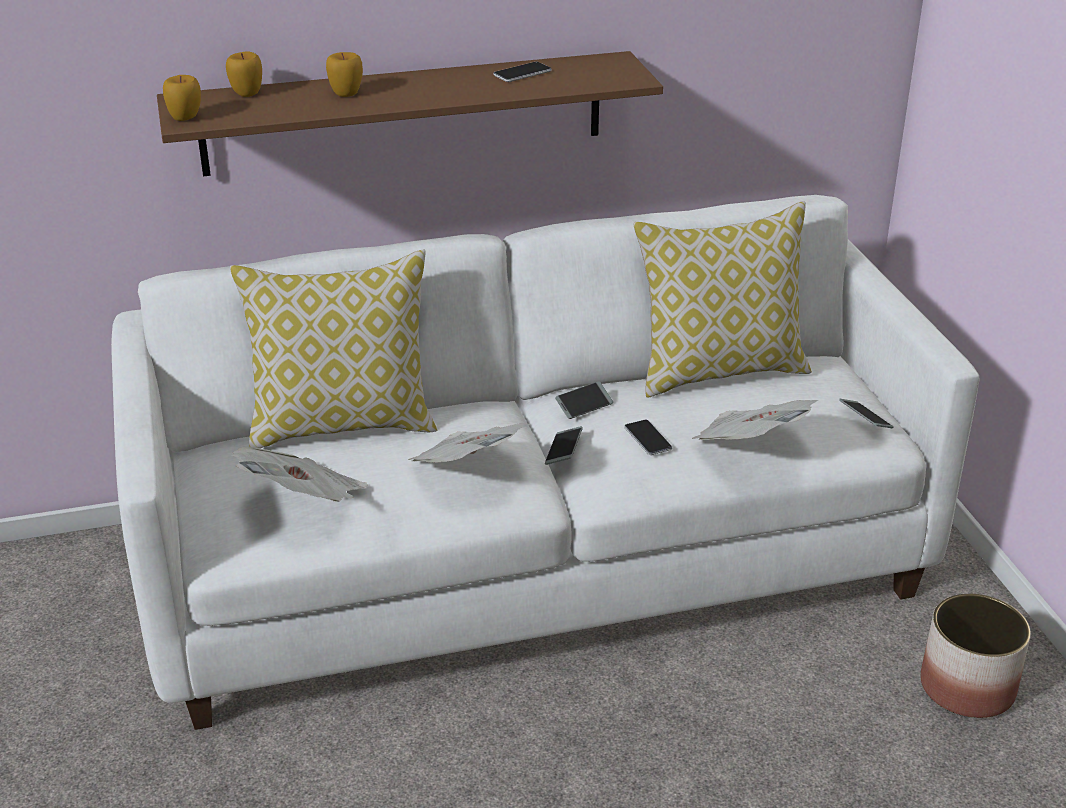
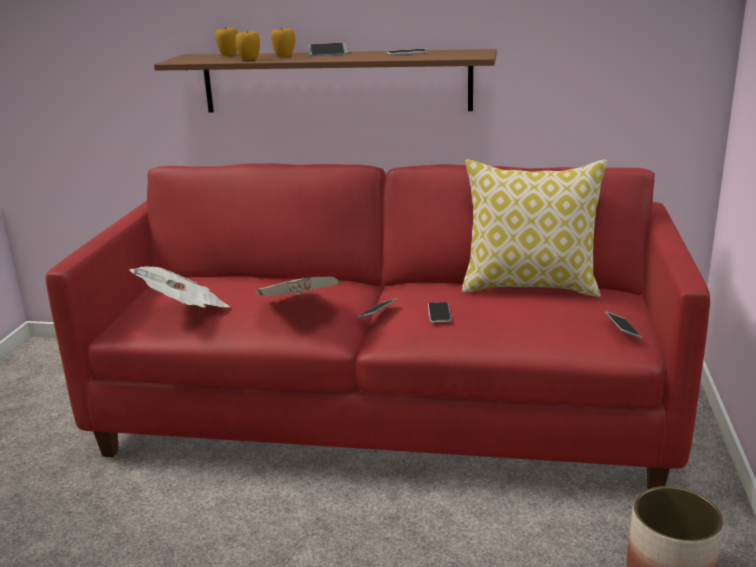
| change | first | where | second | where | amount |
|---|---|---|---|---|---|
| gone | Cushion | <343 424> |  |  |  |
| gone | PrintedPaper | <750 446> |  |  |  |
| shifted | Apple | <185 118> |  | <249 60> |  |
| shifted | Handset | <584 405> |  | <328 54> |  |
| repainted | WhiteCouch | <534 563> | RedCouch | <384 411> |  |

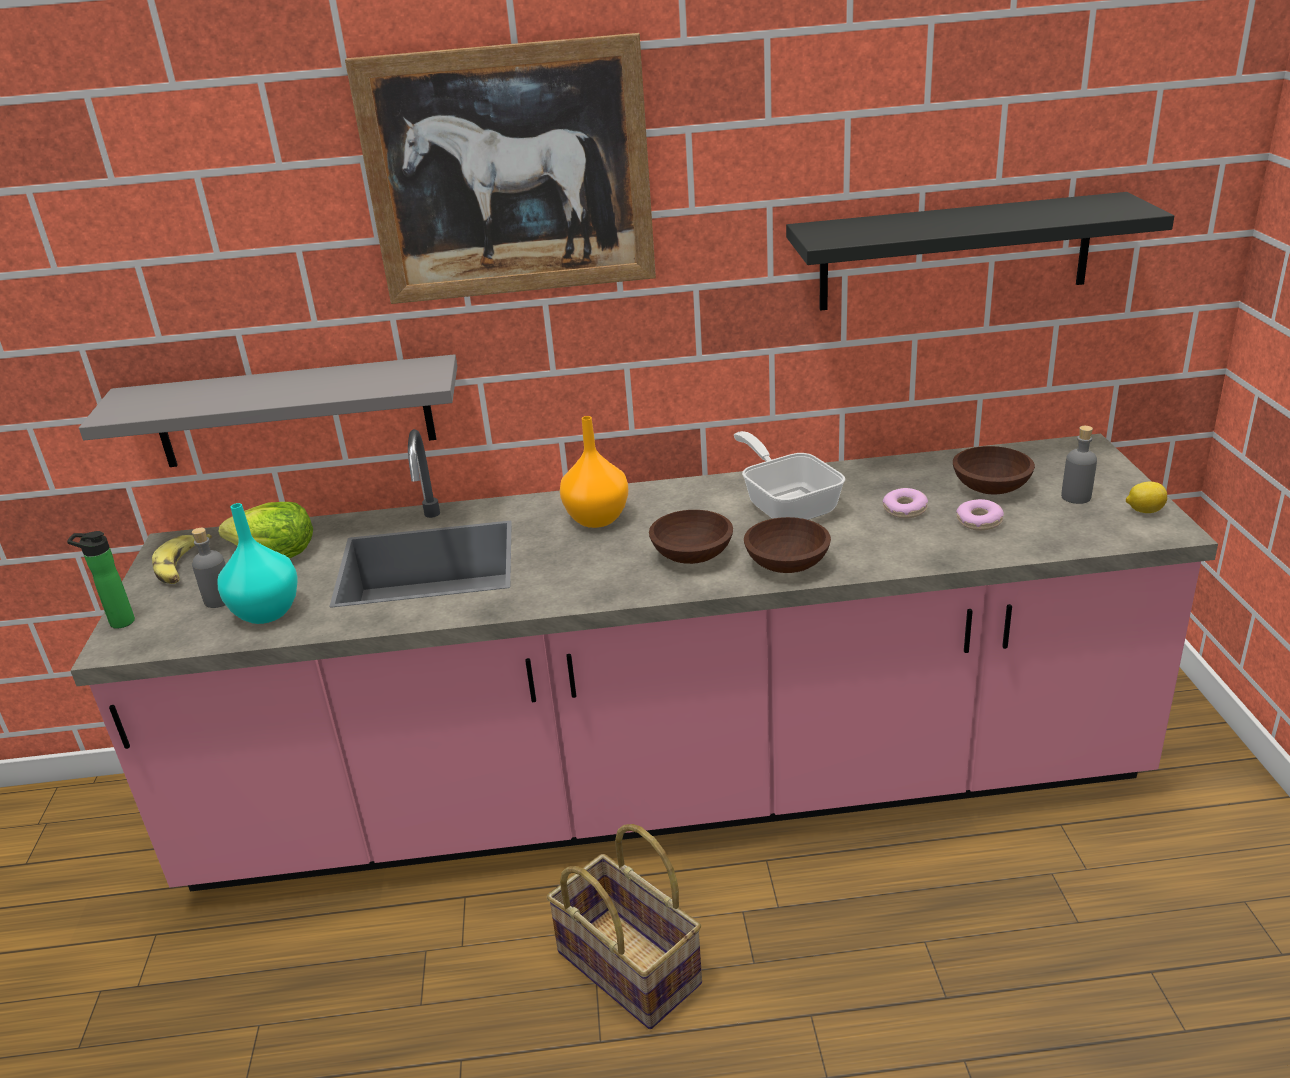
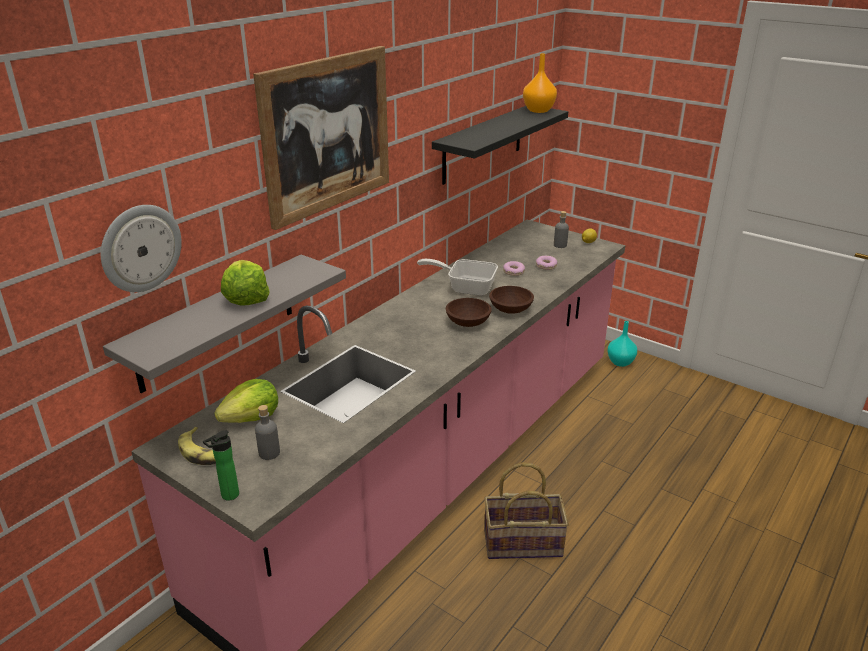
| change | first | where | second | where | amount |
|---|---|---|---|---|---|
| gone | BrownColouredBowl | <992 487> |  |  |  |
| new |  |  | ClockOnTheWall | <140 248> |  |
| new |  |  | Lettuce | <246 298> |  |
| shifted | TurquoiseColouredDecorativeVase | <266 613> |  | <621 362> |  |
| shifted | OrangeDecorativeVase | <595 519> |  | <538 110> |  |

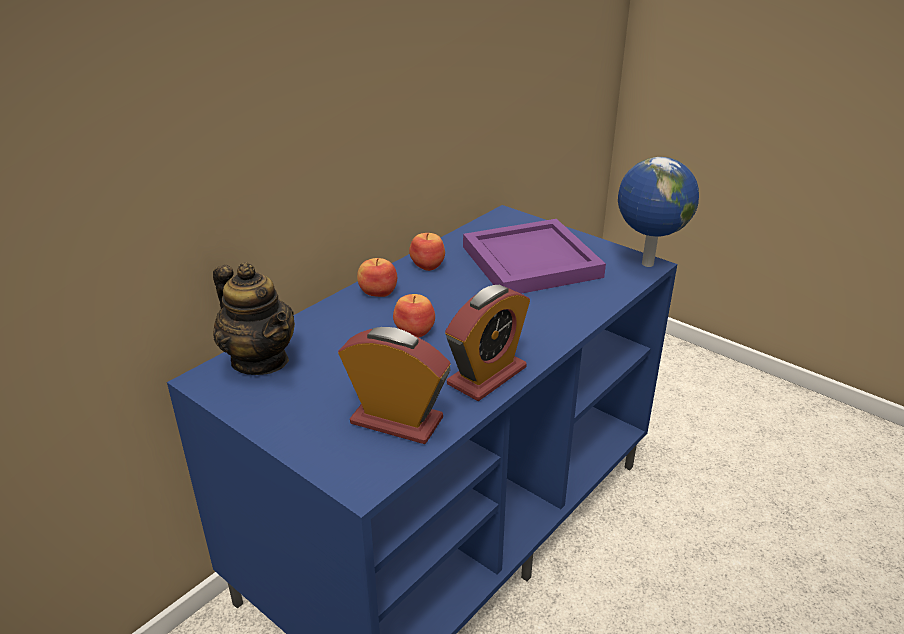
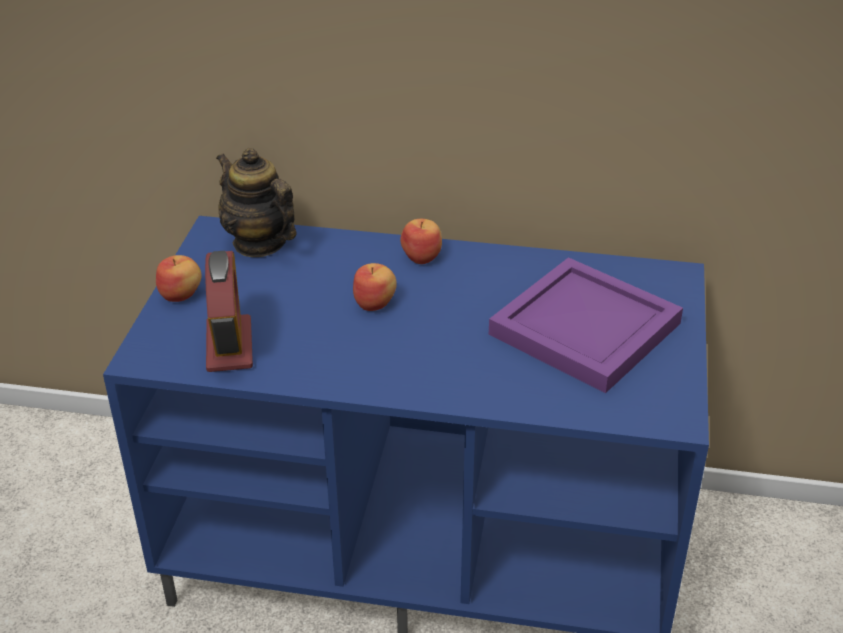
| change | first | where | second | where | amount |
|---|---|---|---|---|---|
| gone | TableClock | <487 376> |  |  |  |
| gone | WorldGlobe | <646 264> |  |  |  |
| shifted | Apple | <428 265> |  | <181 294> |  |
| rotated | Teapot | <260 360> |  | <259 243> | 120 degrees clockwise |

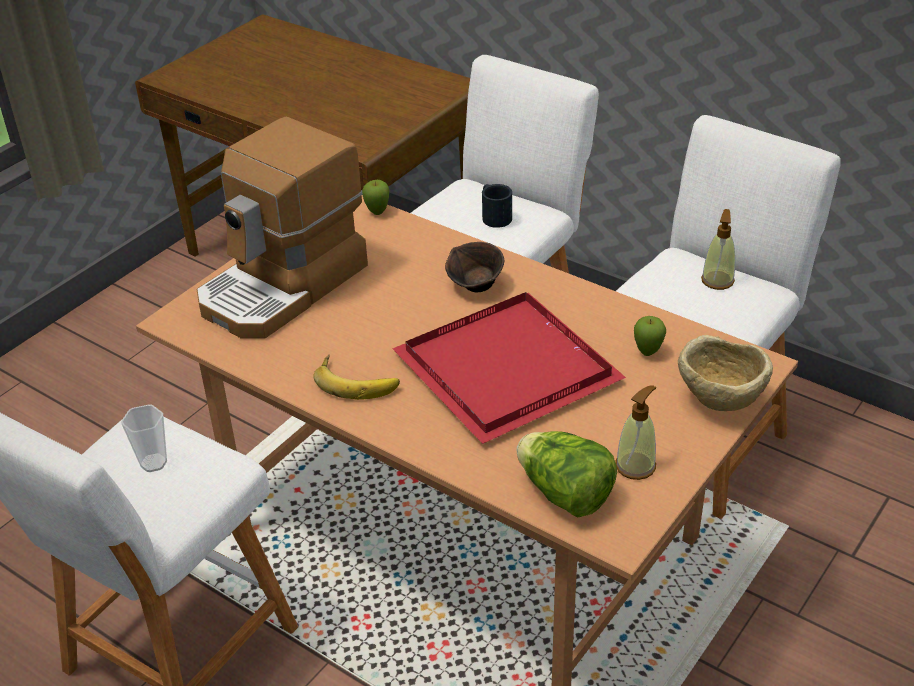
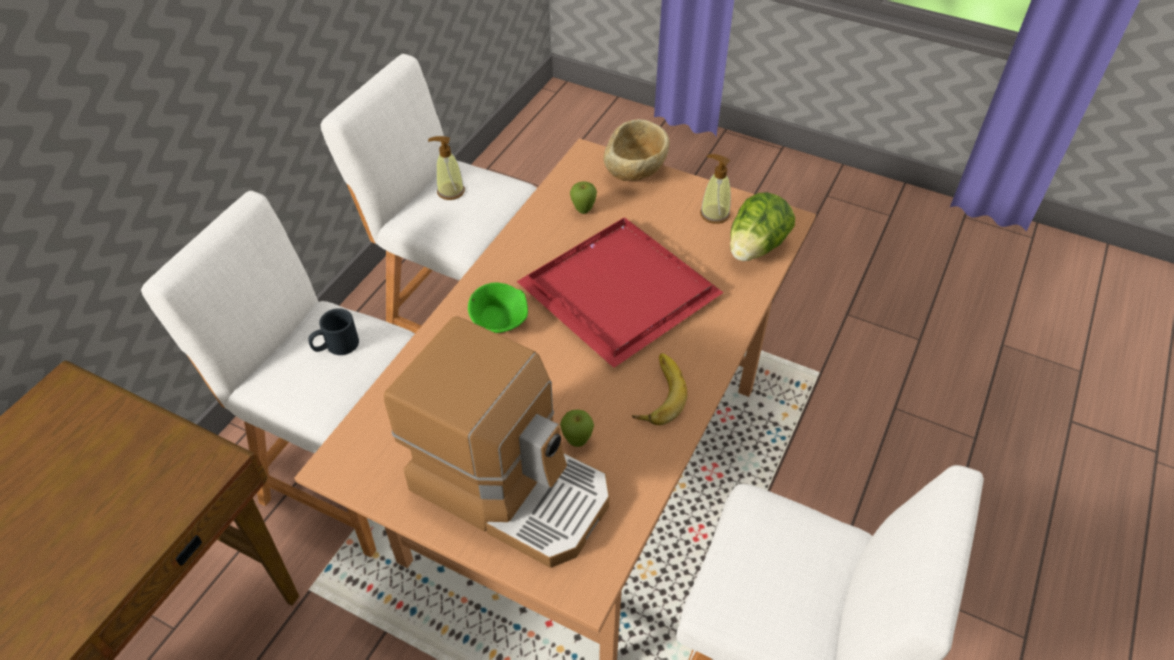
| change | first | where | second | where | amount |
|---|---|---|---|---|---|
| gone | DrinkingCup | <153 463> |  |  |  |
| shifted | Apple | <377 212> |  | <577 442> |  |
| repainted | BrownColouredBowl | <476 286> | GreenColouredBowl | <500 324> |  |

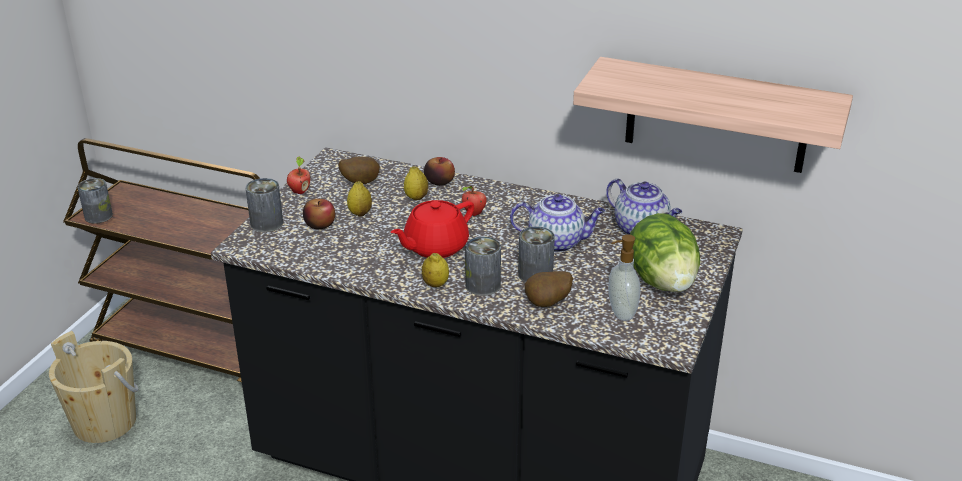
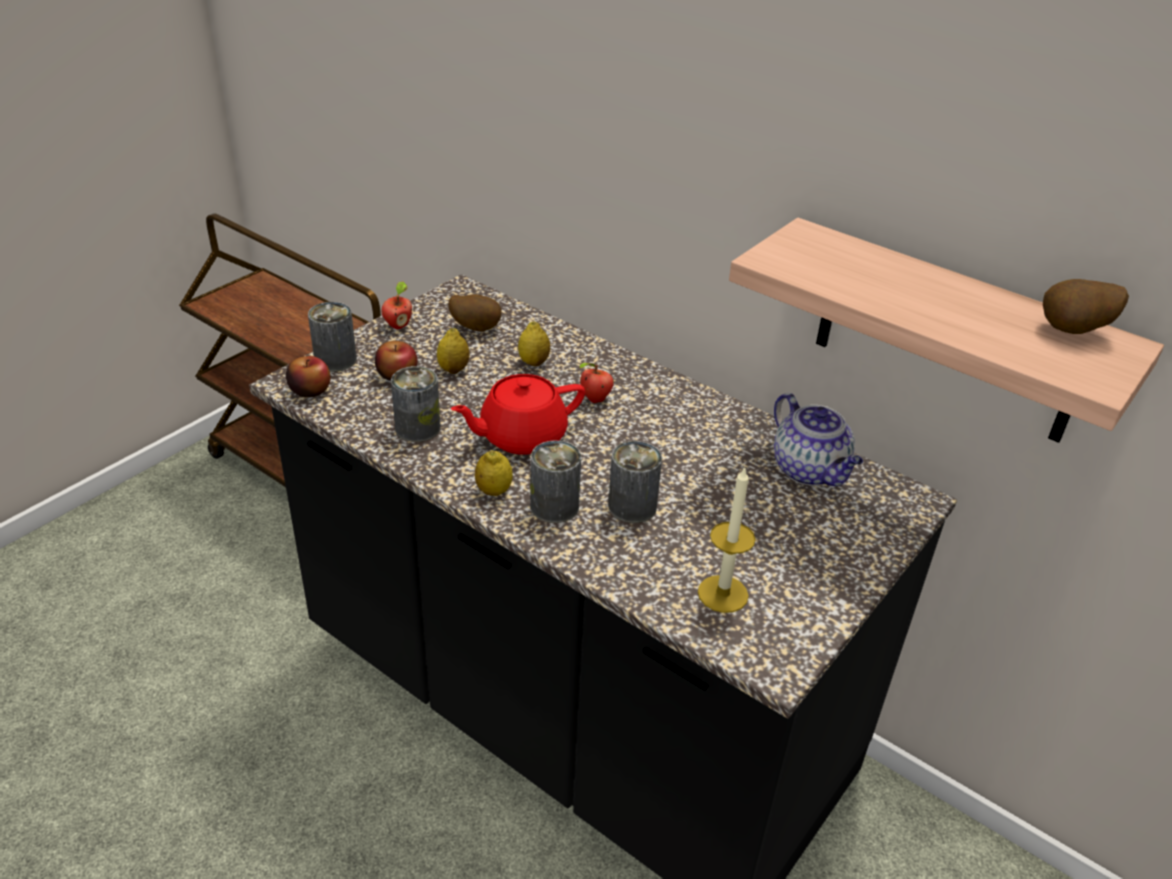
| change | first | where | second | where | amount |
|---|---|---|---|---|---|
| gone | BeigeColouredWaterBucket | <104 422> |  |  |  |
| gone | Teapot | <557 242> |  |  |  |
| gone | Lettuce | <662 282> |  |  |  |
| shifted | SealedCan | <98 216> |  | <417 428> |  |
| shifted | Apple | <439 181> |  | <310 390> |  |
| shifted | Spud | <548 304> |  | <1074 332> |  |
| swapped | LiquidSoapBottle | <620 312> | Candle | <723 594> |  |

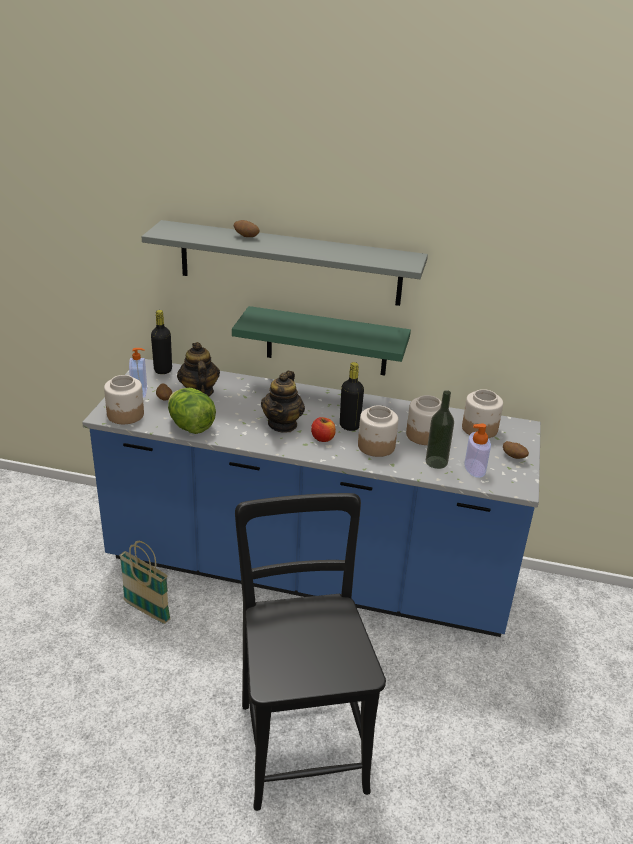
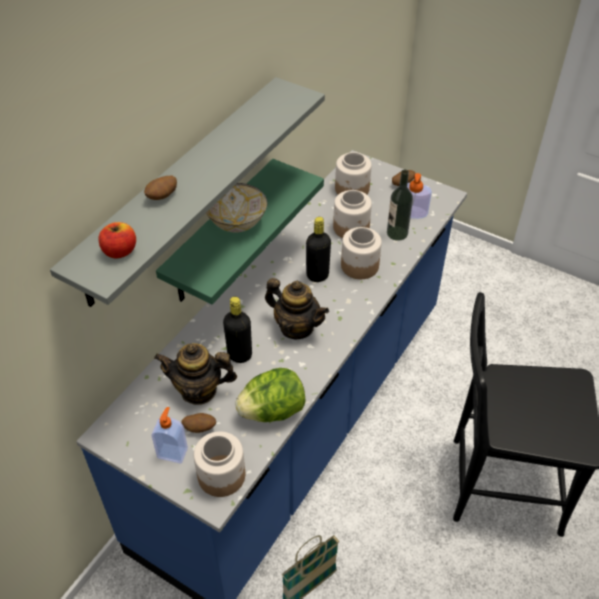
| change | first | where | second | where | amount |
|---|---|---|---|---|---|
| new |  |  | Bowl | <237 222> |  |
| shifted | BlackColouredDrinkBottle | <163 370> |  | <239 355> |  |
| shifted | Apple | <323 438> |  | <120 251> |  |

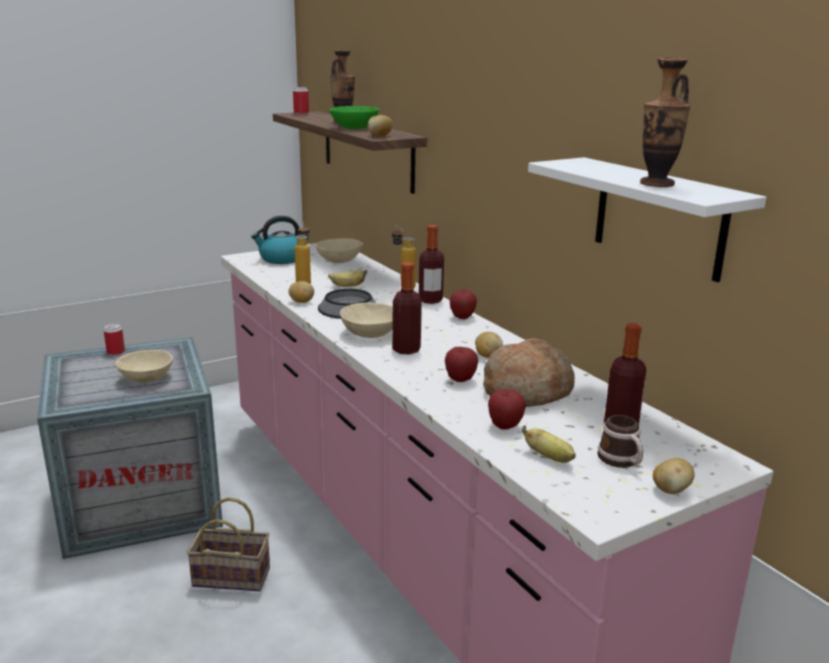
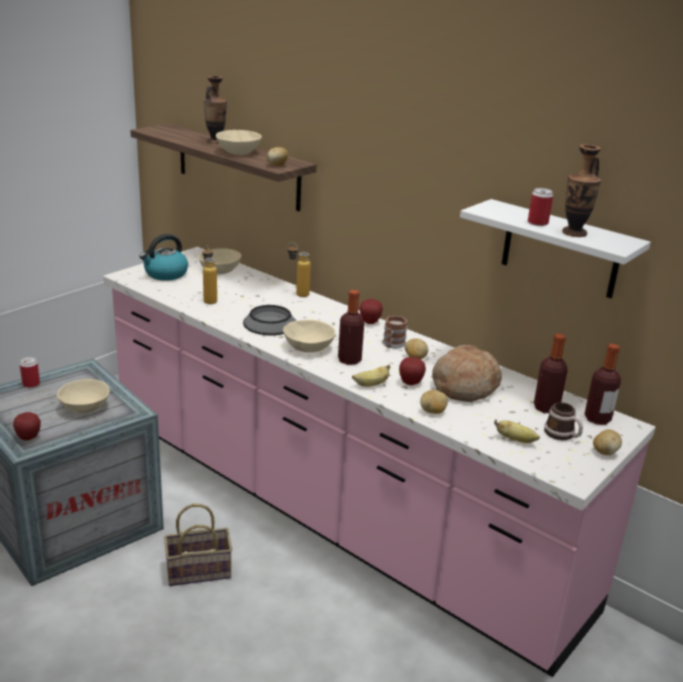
| change | first | where | second | where | amount |
|---|---|---|---|---|---|
| new |  |  | CoffeeMug | <392 345> |  |
| shifted | Spud | <301 302> |  | <432 412> |  |
| shifted | SealedCan | <301 113> |  | <537 223> |  |
| shifted | BananaFruit | <347 286> |  | <371 385> |  |
| shifted | DrinkBottle | <430 300> |  | <597 419> |  |
| shifted | Apple | <505 426> |  | <28 438> |  |
| repainted | GreenColouredBowl | <355 127> | BeigeColouredBowl | <239 152> |  |

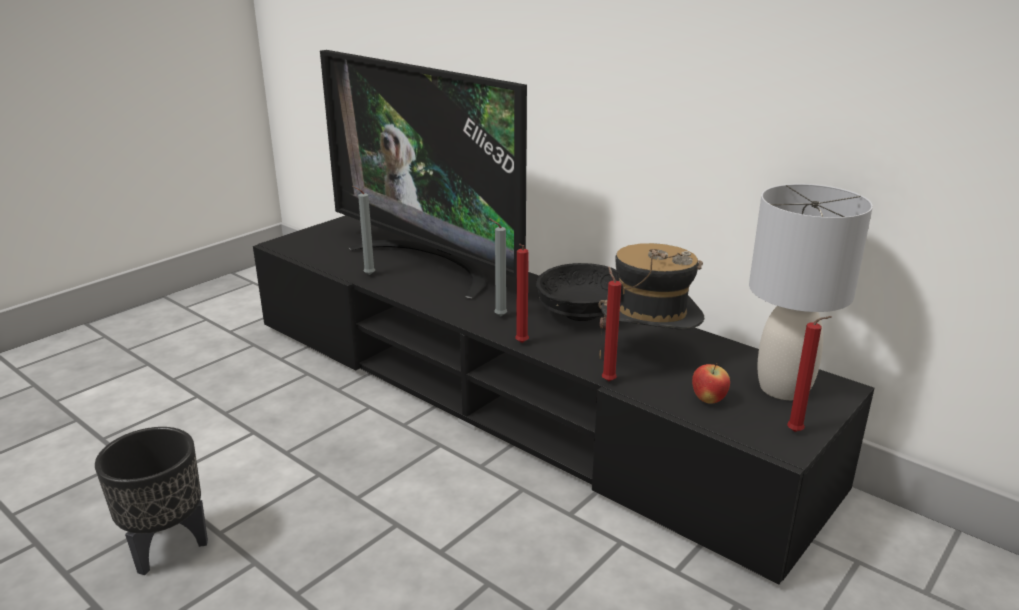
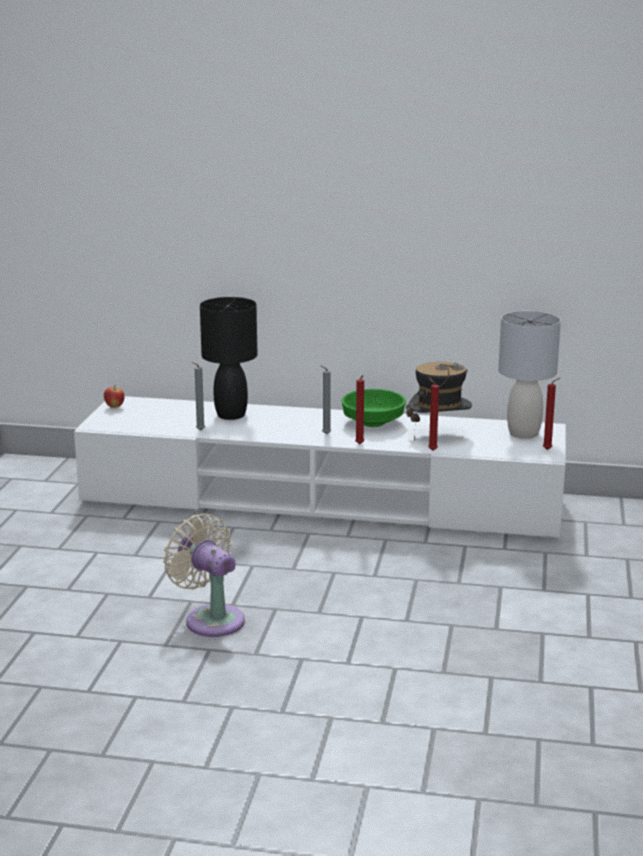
| change | first | where | second | where | amount |
|---|---|---|---|---|---|
| shifted | Apple | <708 400> |  | <114 407> |  |
| swapped | BlackColouredFlowerPot | <166 548> | BeigeColouredCoolingFan | <211 619> |  |
| swapped | Television | <431 263> | BlackColouredTableLamp | <231 415> |  |
| repainted | BlackColouredMediaConsole | <510 399> | WhiteMediaConsole | <322 501> |  |
| repainted | BlackColouredBowl | <581 313> | GreenColouredBowl | <372 422> |  |

